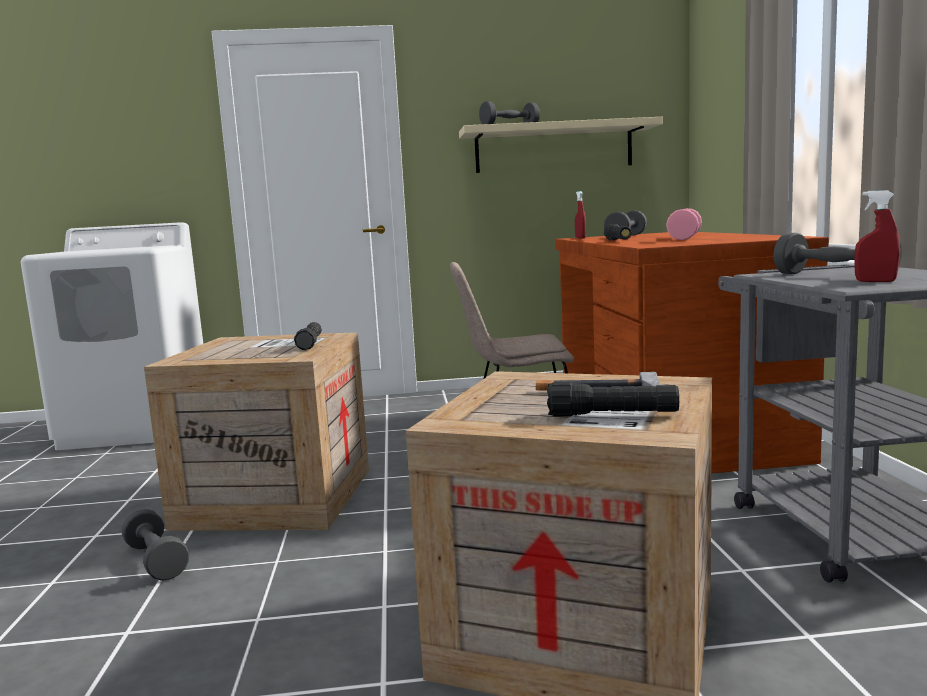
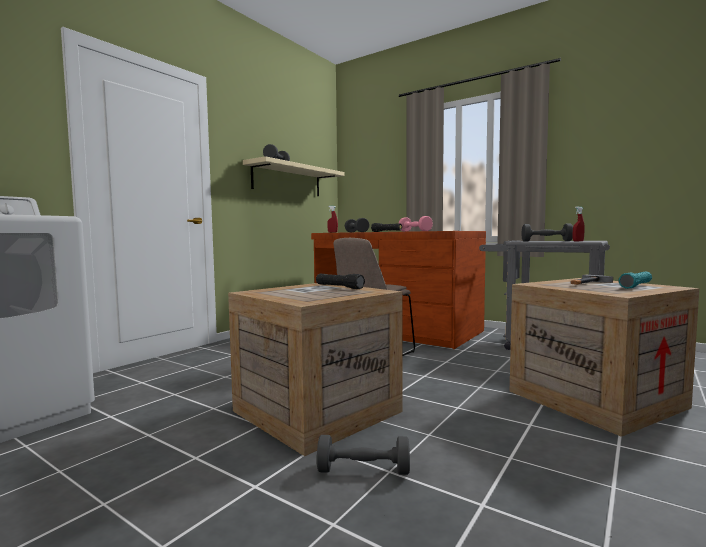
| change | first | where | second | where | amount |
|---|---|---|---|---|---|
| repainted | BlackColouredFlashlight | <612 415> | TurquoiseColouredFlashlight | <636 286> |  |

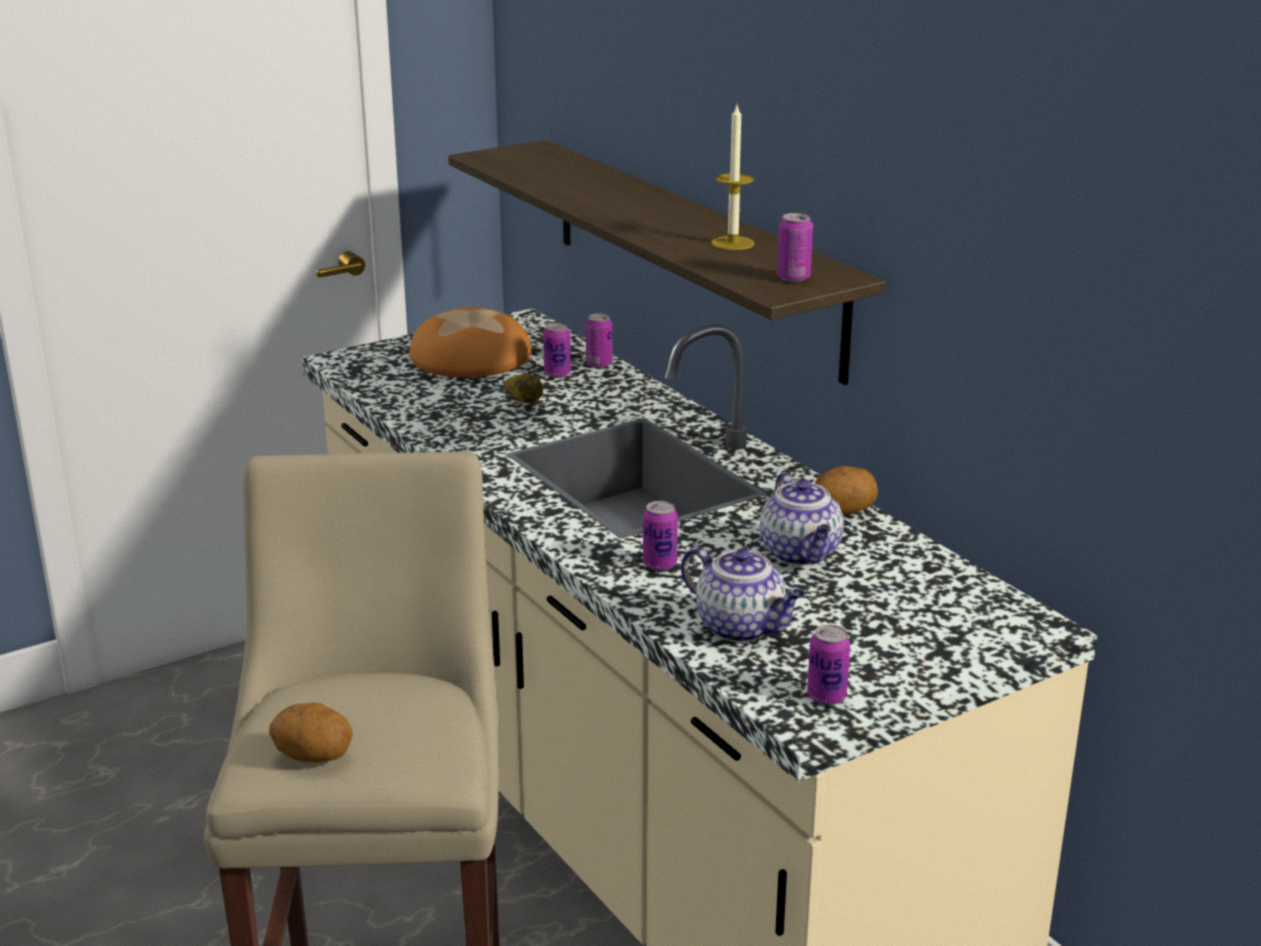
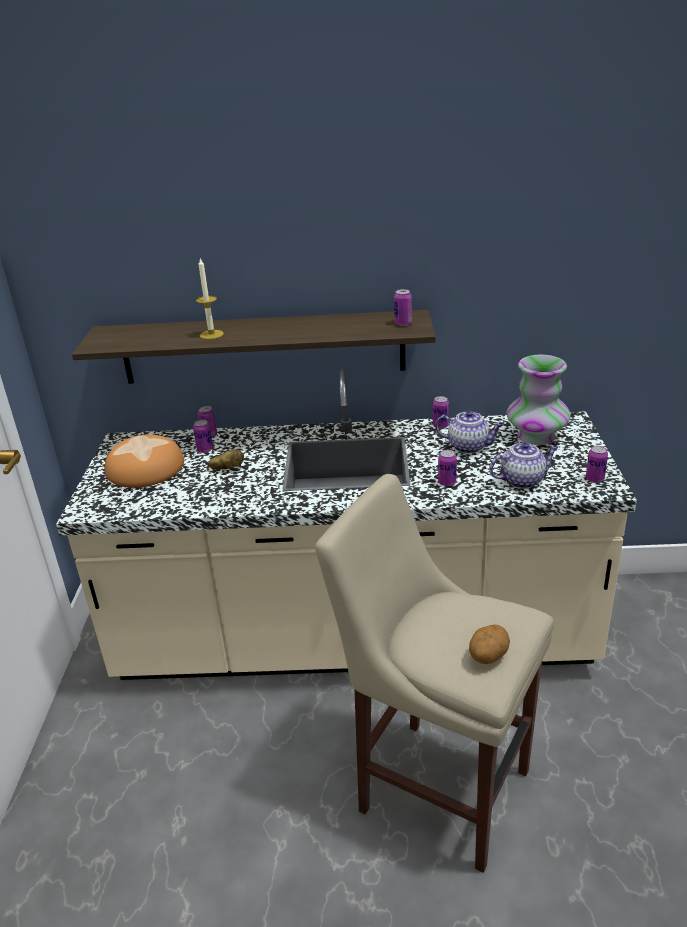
| change | first | where | second | where | amount |
|---|---|---|---|---|---|
| new |  |  | DecorativeVase | <536 437> |  |
| shifted | Candle | <732 243> |  | <211 334> |  |
| swapped | Spud | <843 512> | SealedCan | <440 426> |  |

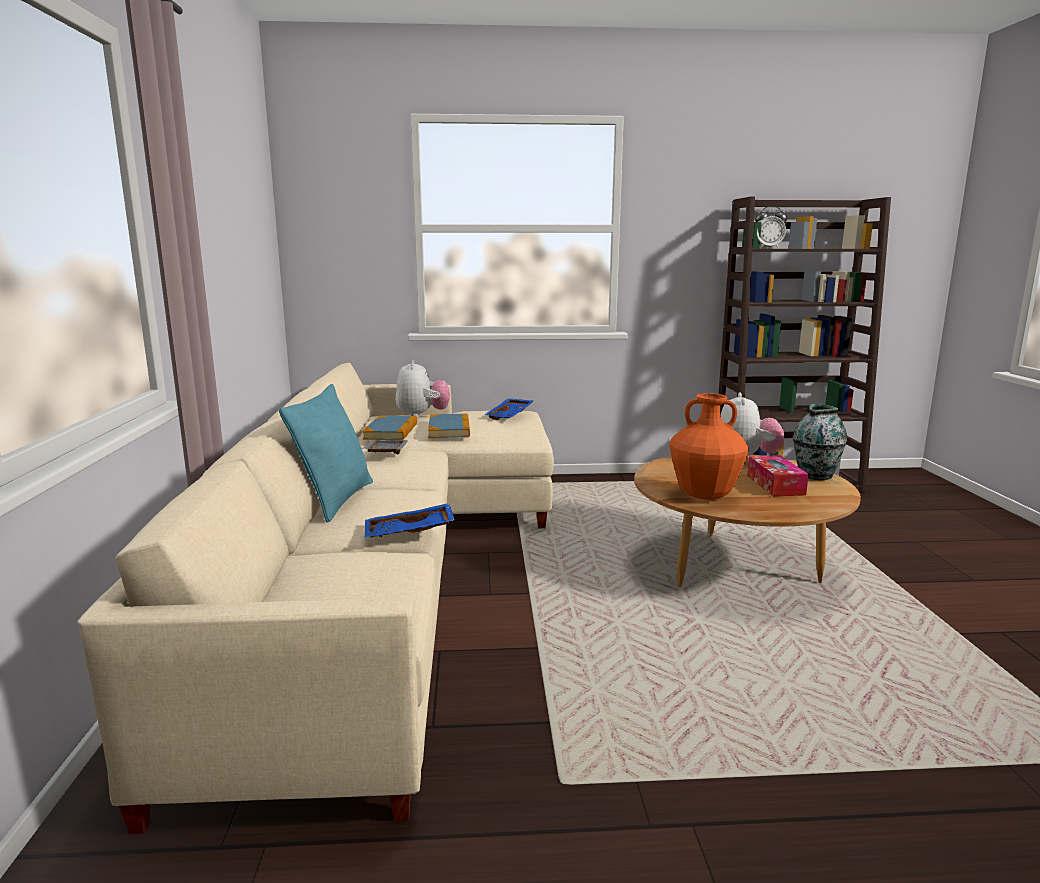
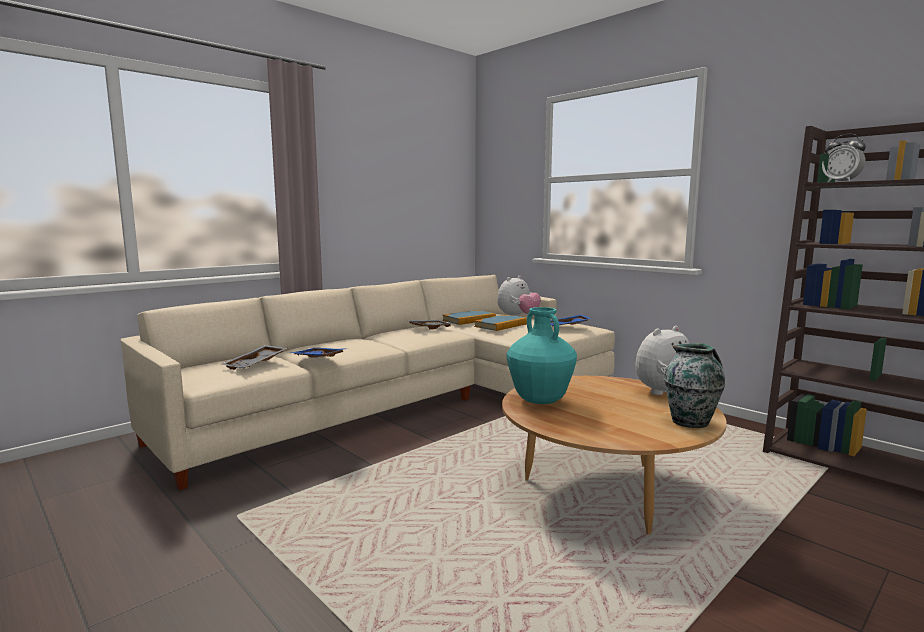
| change | first | where | second | where | amount |
|---|---|---|---|---|---|
| gone | TurquoiseColouredCushion | <336 500> |  |  |  |
| gone | TissueBox | <775 485> |  |  |  |
| new |  |  | GrayServingTray | <256 364> |  |
| repainted | OrangeDecorativeVase | <704 496> | TurquoiseColouredDecorativeVase | <540 401> |  |

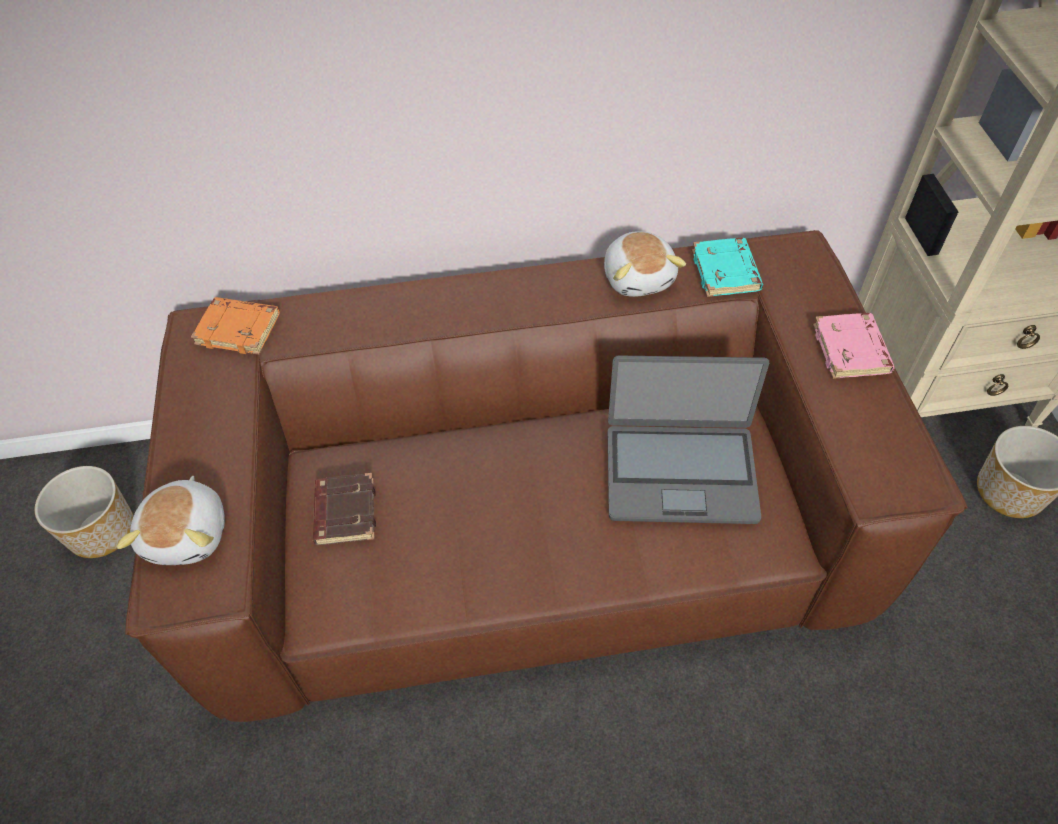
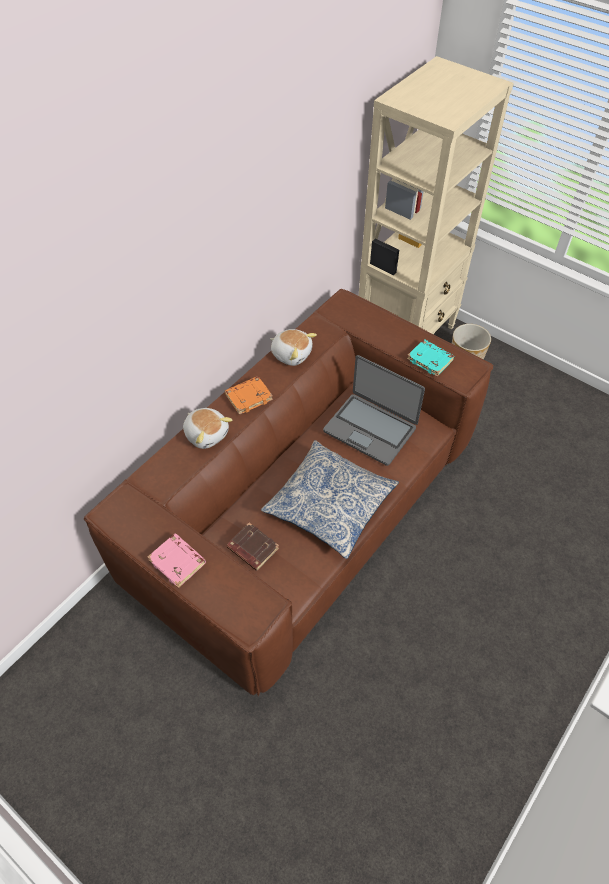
| change | first | where | second | where | amount |
|---|---|---|---|---|---|
| gone | FlowerPot | <103 531> |  |  |  |
| new |  |  | Cushion | <329 504> |  |
| shifted | SoftToy | <189 534> |  | <206 434> |  |
| shifted | OrangeVolume | <240 329> |  | <249 397> |  |
| shifted | TurquoiseColouredVolume | <726 272> |  | <430 360> |  |
| shifted | PinkishVolume | <852 350> |  | <178 562> |  |
| rotated | Laptop | <680 472> |  | <370 429> | 75 degrees clockwise |

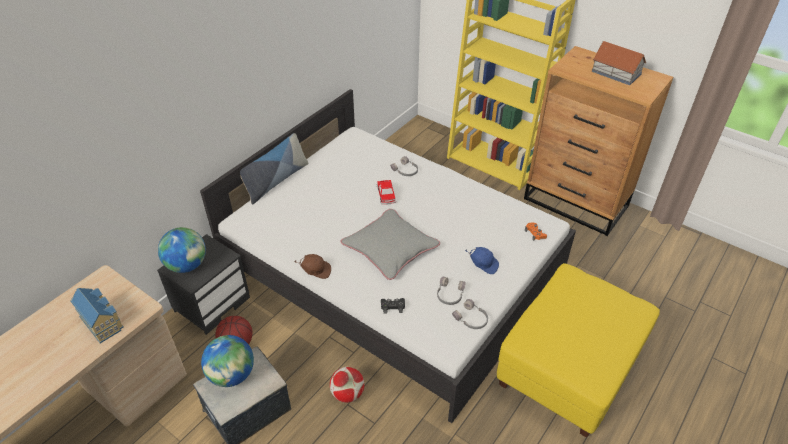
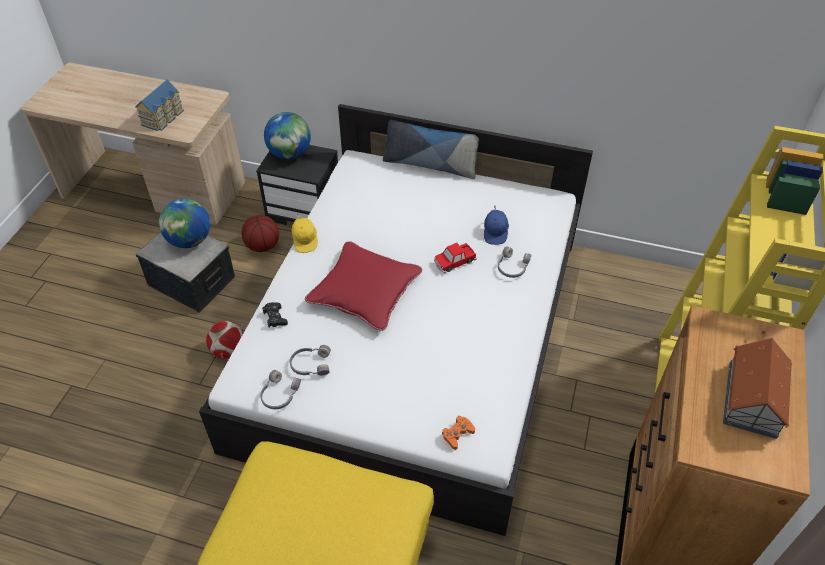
| change | first | where | second | where | amount |
|---|---|---|---|---|---|
| shifted | BlueColouredPeakedCap | <483 265> |  | <495 232> |  |
| repainted | BrownColouredPeakedCap | <316 271> | YellowishPeakedCap | <305 240> |  |
| repainted | GrayCushion | <390 248> | RedCushion | <365 291> |  |

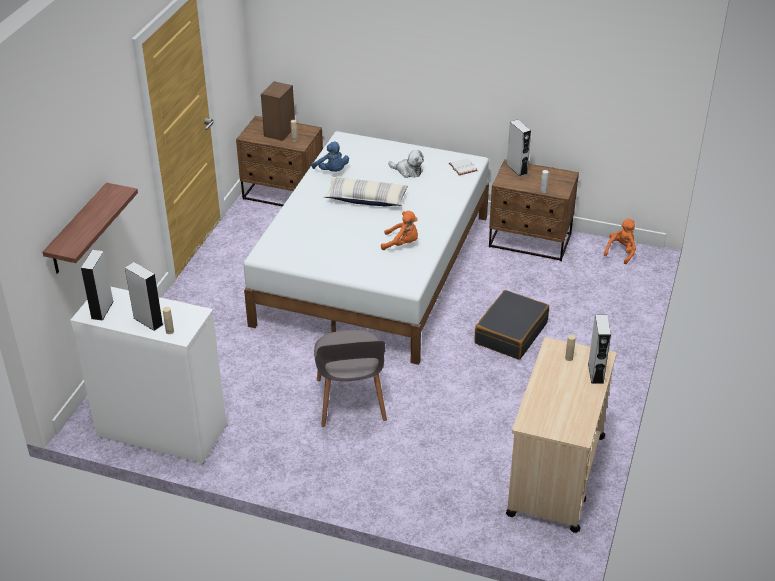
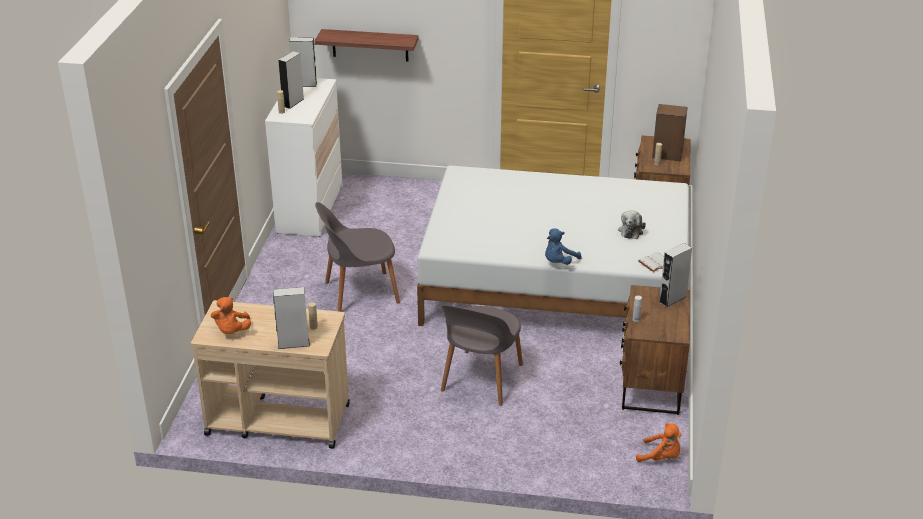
| change | first | where | second | where | amount |
|---|---|---|---|---|---|
| gone | Cushion | <366 199> |  |  |  |
| shifted | BlueColouredSoftToy | <332 171> |  | <559 262> |  |
| shifted | OrangeSoftToy | <402 244> |  | <232 331> |  |
| swapped | BlackColouredTravelCase | <510 333> | GrayPlainChair | <481 379> |  |

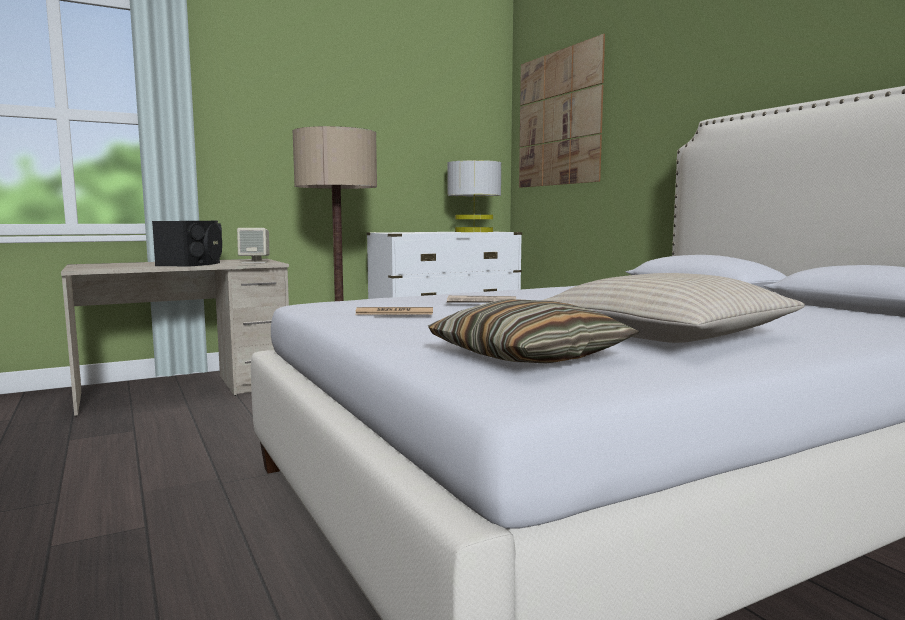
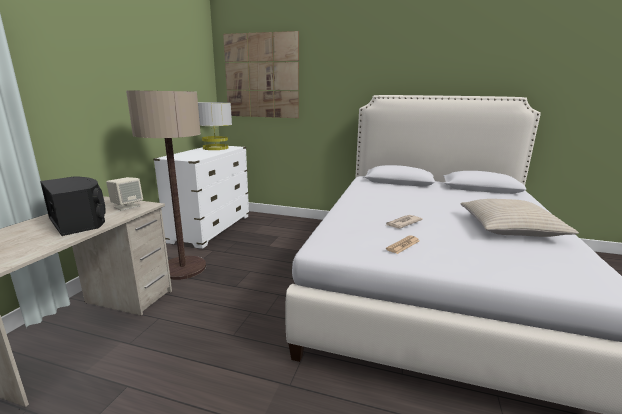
| change | first | where | second | where | amount |
|---|---|---|---|---|---|
| gone | Cushion | <529 356> |  |  |  |

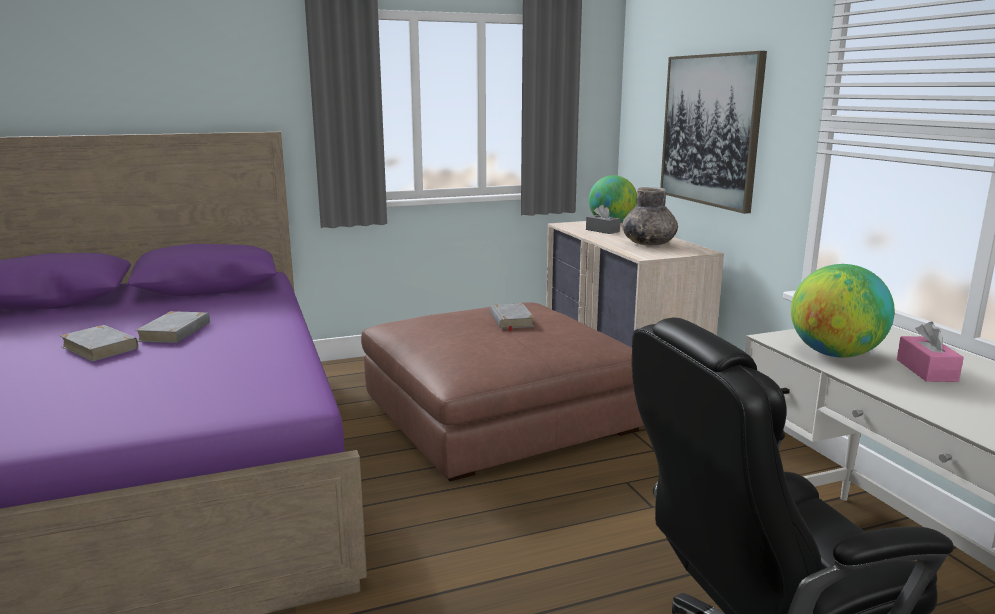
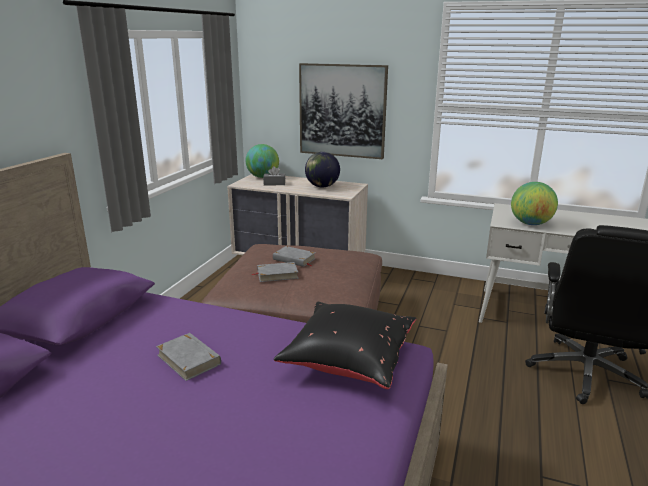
| change | first | where | second | where | amount |
|---|---|---|---|---|---|
| gone | PinkishTissueBox | <926 370> |  |  |  |
| new |  |  | BlackColouredCushion | <348 360> |  |
| shifted | GrayVolume | <100 347> |  | <277 274> |  |
| swapped | GrayDecorativeVase | <648 243> | WorldGlobe | <322 186> |  |

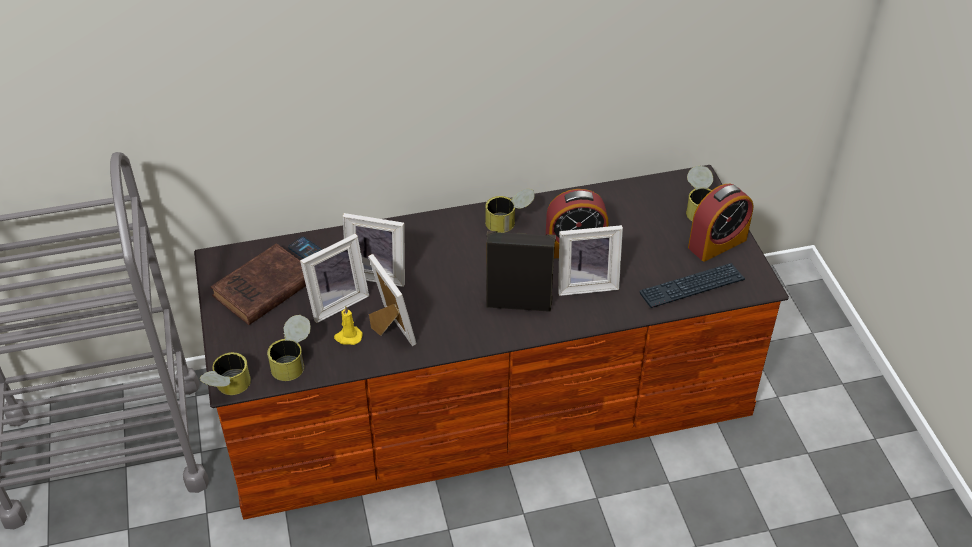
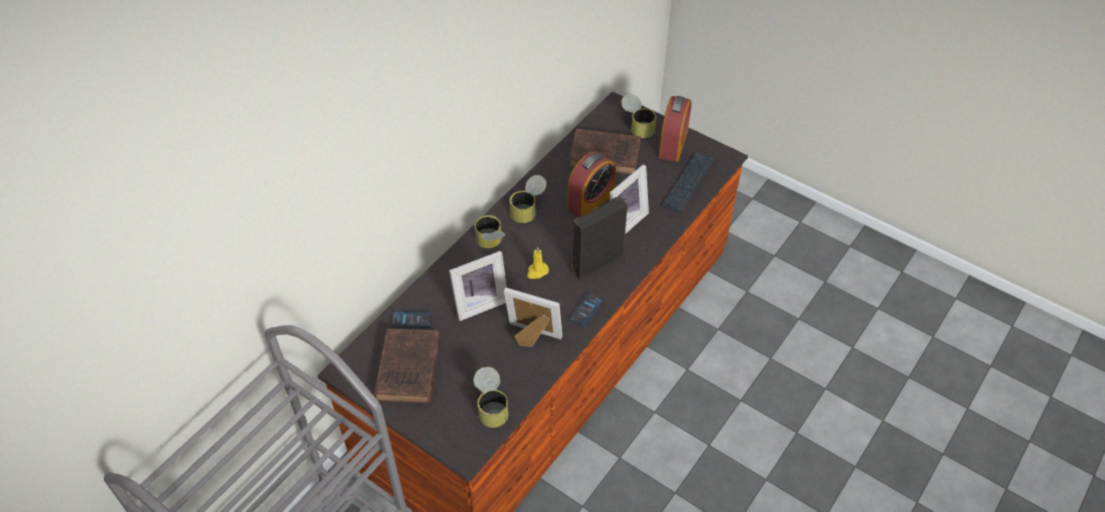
| change | first | where | second | where | amount |
|---|---|---|---|---|---|
| gone | StandingFrame | <336 301> |  |  |  |
| new |  |  | BrownColouredVolume | <607 155> |  |
| new |  |  | Handset | <586 310> |  |
| shifted | SealedCan | <228 389> |  | <490 244> |  |
| shifted | YellowishCandle | <348 337> |  | <537 271> |  |

